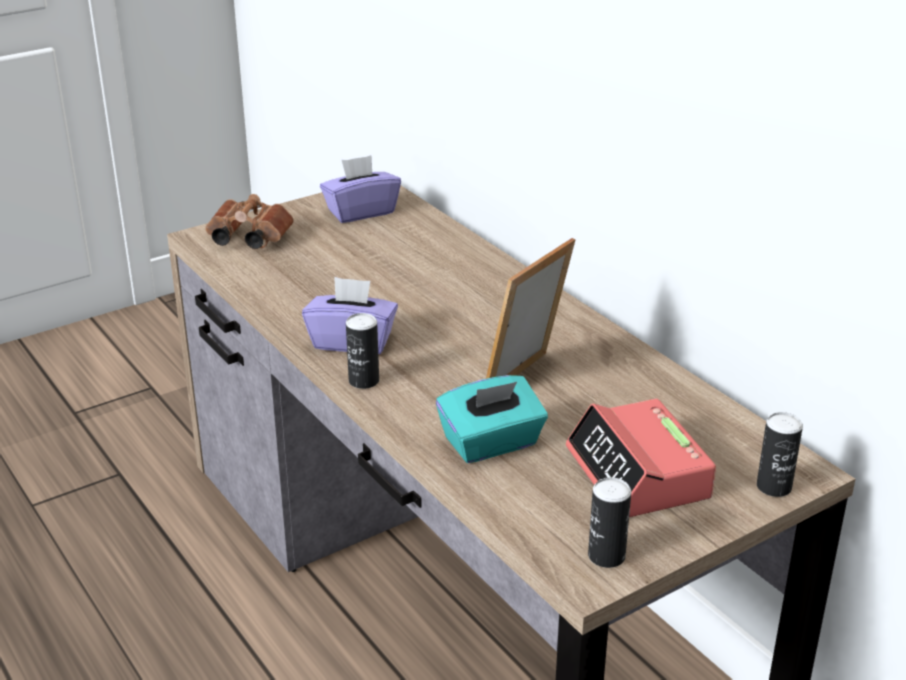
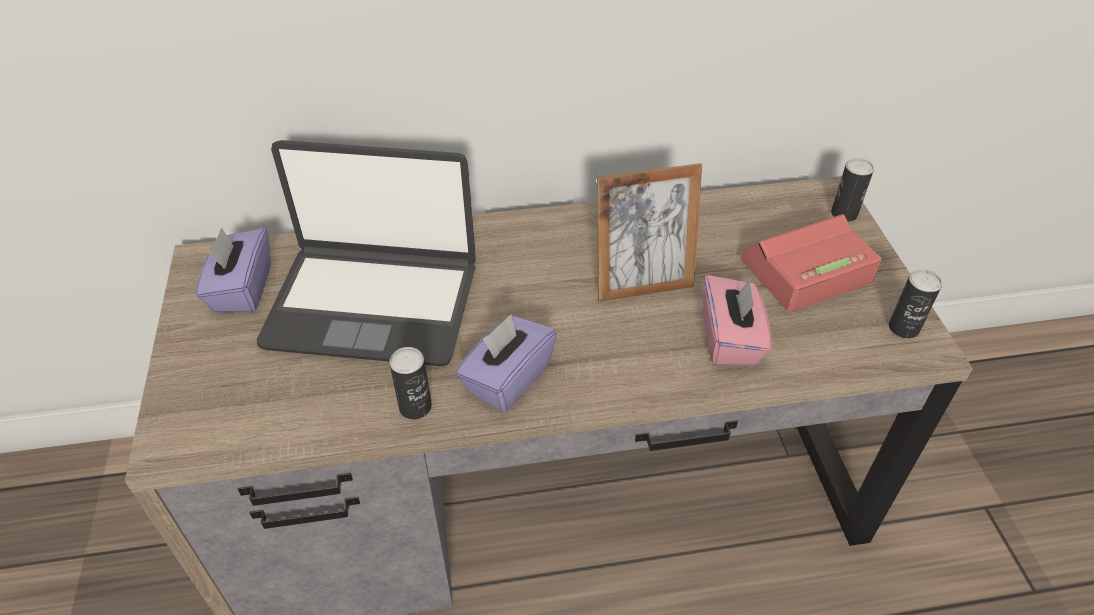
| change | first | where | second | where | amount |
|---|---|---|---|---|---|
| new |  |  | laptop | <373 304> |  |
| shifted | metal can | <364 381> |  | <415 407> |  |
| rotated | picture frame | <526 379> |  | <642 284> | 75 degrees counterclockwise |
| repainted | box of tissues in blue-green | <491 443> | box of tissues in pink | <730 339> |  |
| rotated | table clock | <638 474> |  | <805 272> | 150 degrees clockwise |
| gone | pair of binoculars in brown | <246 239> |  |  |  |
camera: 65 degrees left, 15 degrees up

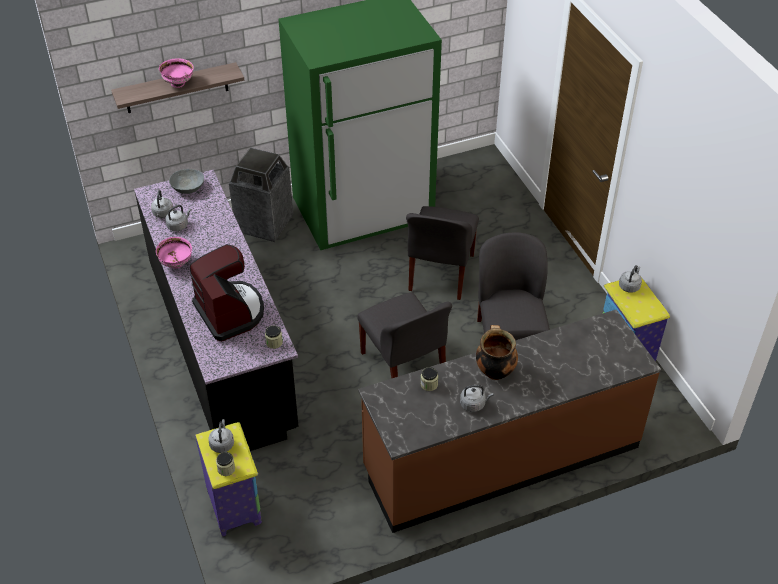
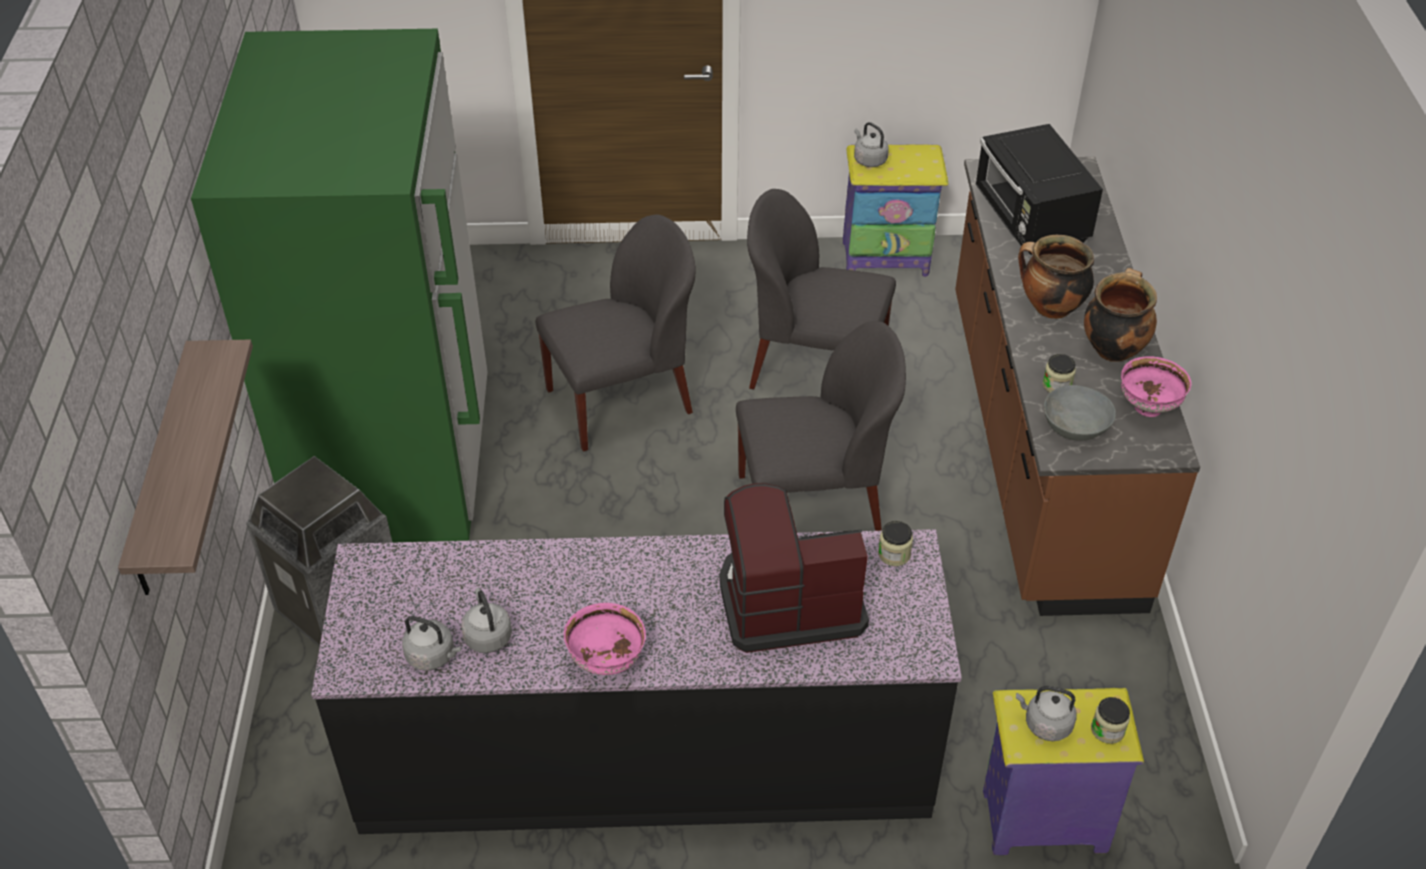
| change | first | where | second | where | amount |
|---|---|---|---|---|---|
| rotated | upright chair in grey | <440 274> |  | <622 401> | 60 degrees counterclockwise |
| new |  |  | kitchen microwave in black-coloured | <1030 220> |  |
| shifted | deep dish in grey | <188 189> |  | <1076 427> |  |
| swapped | kettle in grey | <474 404> | cooking pot | <1112 348> |  |
| shifted | deep dish in pink | <178 83> |  | <1147 407> |  |
camera: 70 degrees left, 0 degrees up

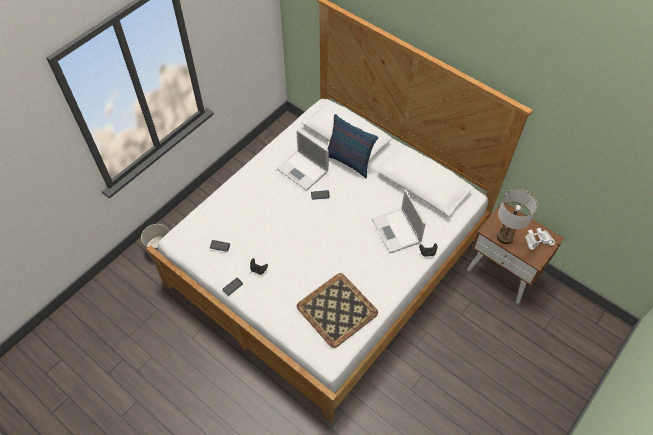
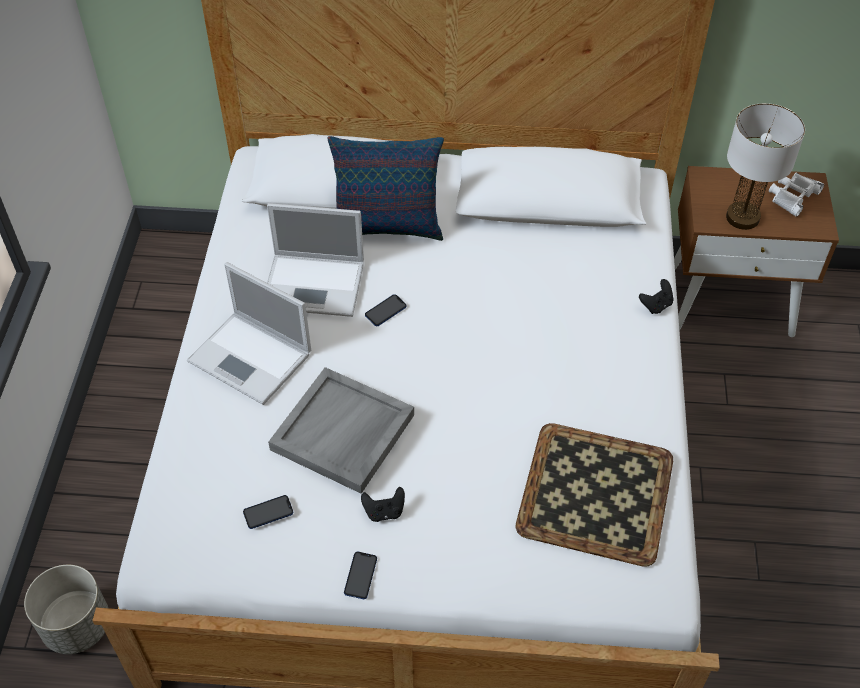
| change | first | where | second | where | amount |
|---|---|---|---|---|---|
| shifted | laptop | <397 231> |  | <252 358> |  |
| new |  |  | serving tray in grey | <343 433> |  |
camera: 35 degrees left, 5 degrees down

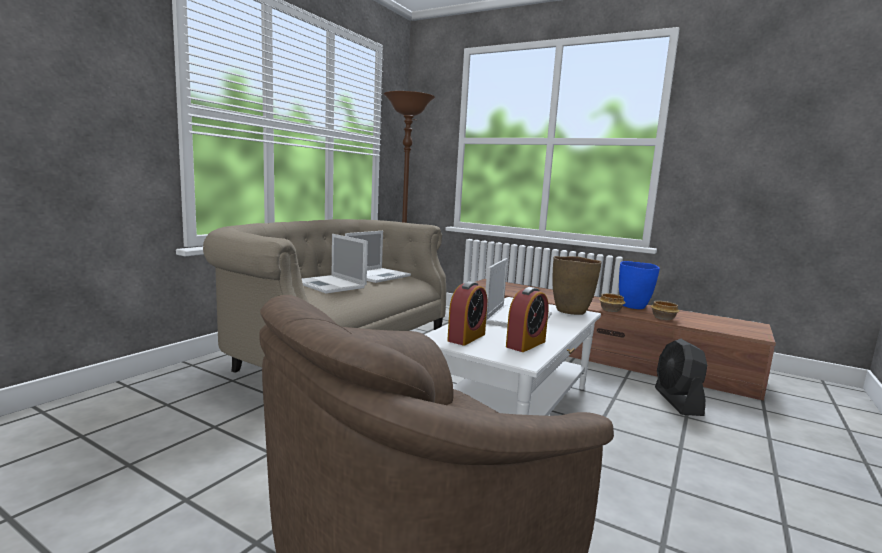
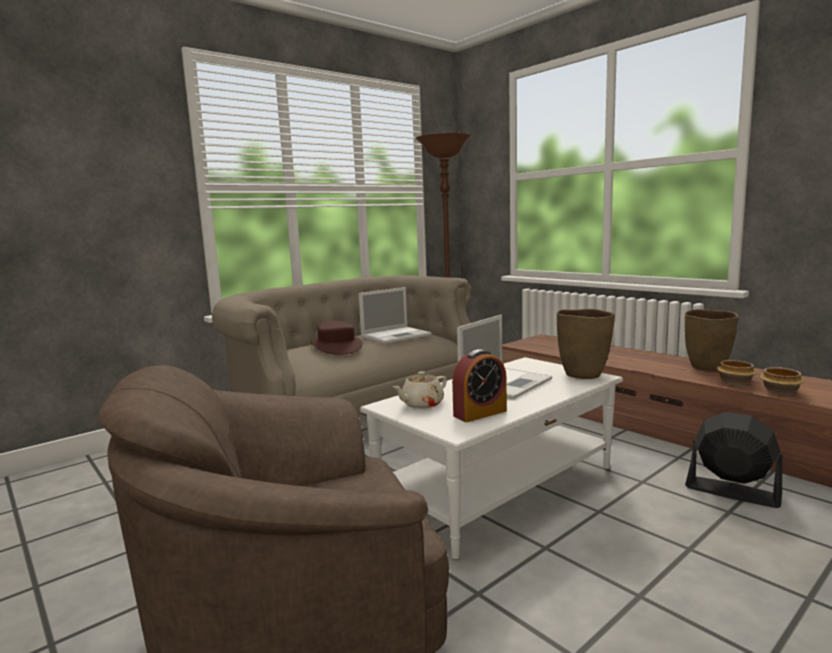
| change | first | where | second | where | amount |
|---|---|---|---|---|---|
| swapped | laptop | <330 285> | hat in brown | <336 347> |  |
| swapped | table clock | <466 337> | teapot in beige-coloured | <421 404> |  |
| repainted | decorative vase in bluish | <634 306> | decorative vase in brown | <708 367> |  |
| rotated | cooling fan in black-coloured | <677 401> |  | <731 491> | 105 degrees clockwise |
| shifted | deep dish | <611 310> |  | <781 392> |  |
camera: 20 degrees right, 0 degrees up

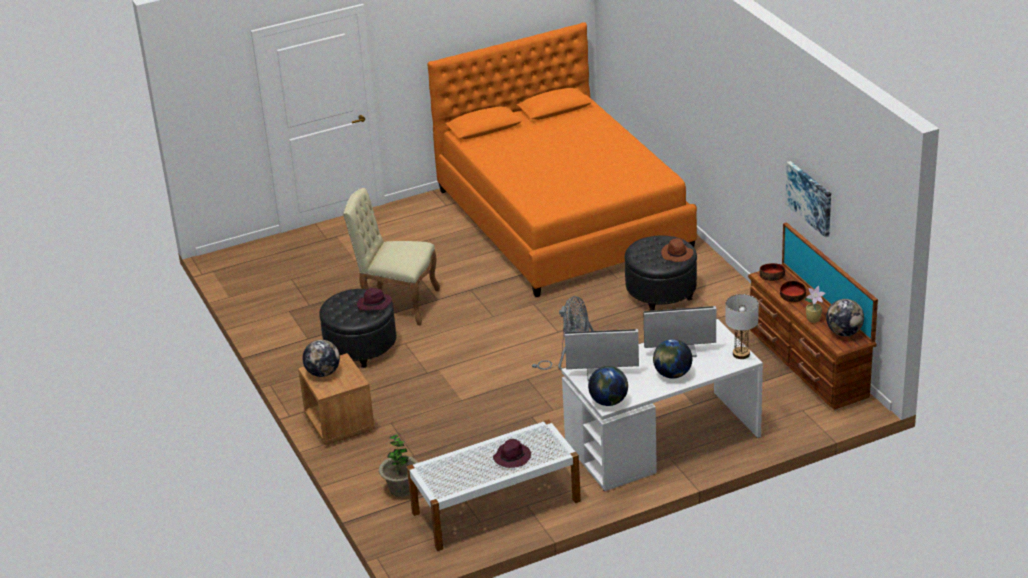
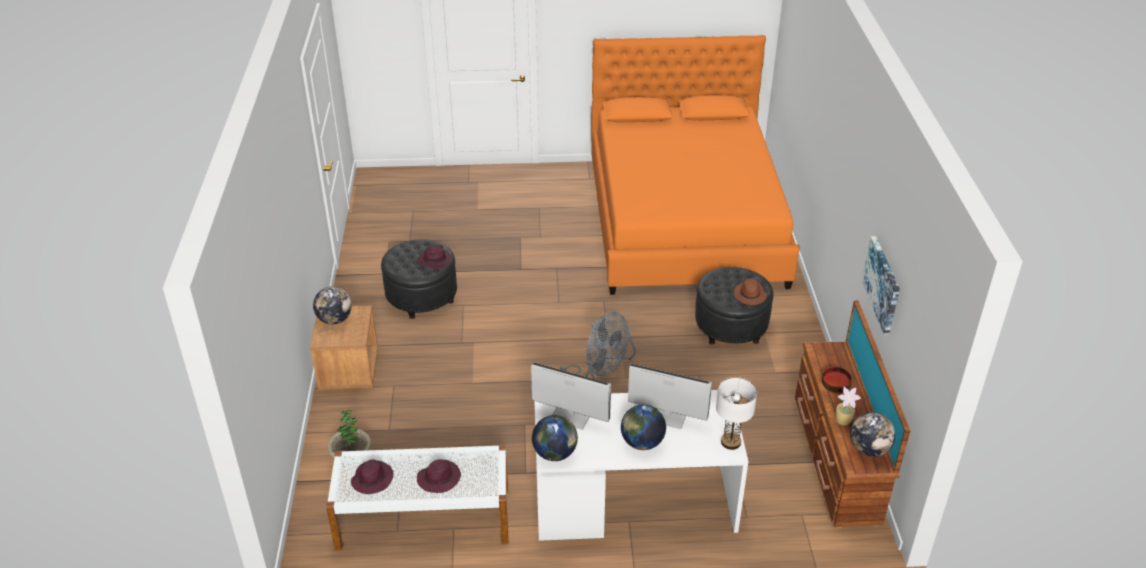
| change | first | where | second | where | amount |
|---|---|---|---|---|---|
| new |  |  | hat in purplish | <372 479> |  |
| gone | upright chair in beige-coloured | <398 303> |  |  |  |
| gone | deep dish | <772 276> |  |  |  |
camera: 20 degrees right, 5 degrees up

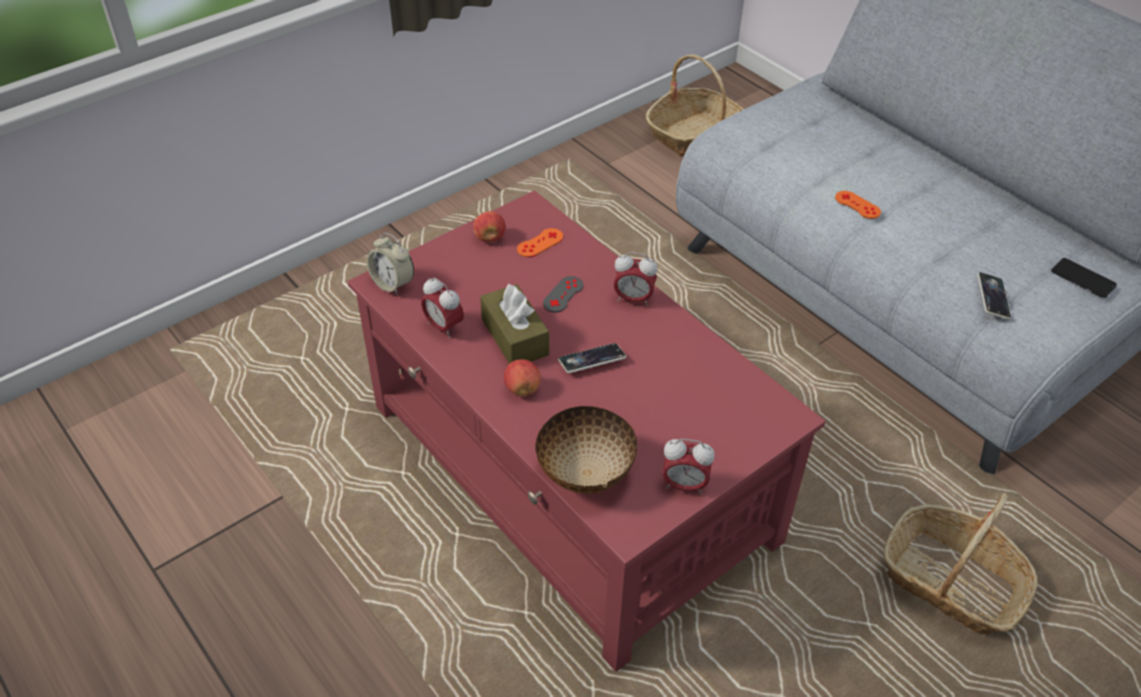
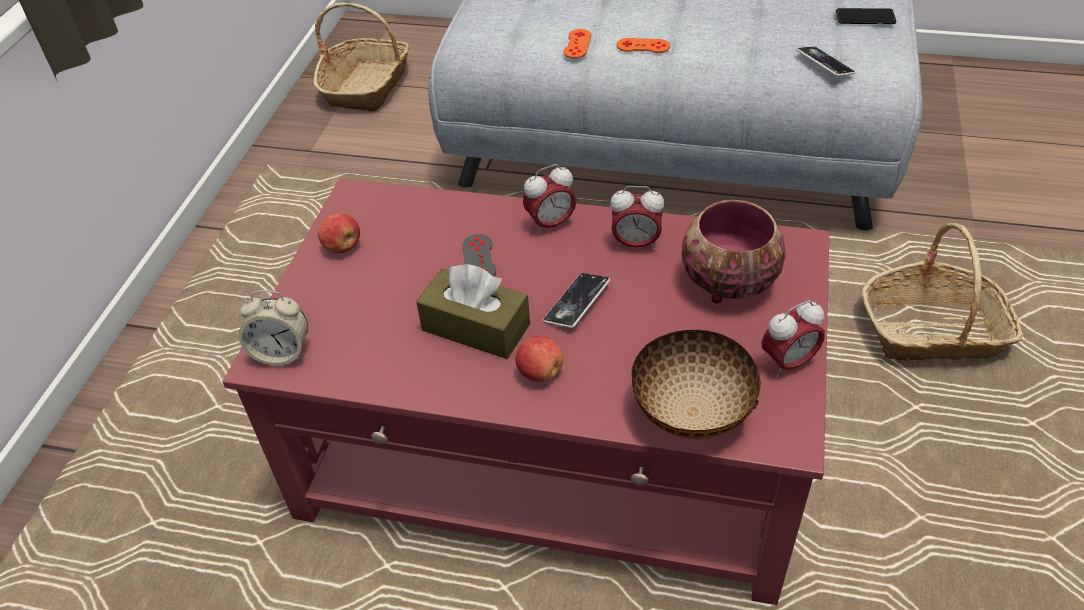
| change | first | where | second | where | amount |
|---|---|---|---|---|---|
| shifted | gamepad in orange-coloured | <540 243> |  | <577 44> |  |
| shifted | table clock | <444 327> |  | <635 244> |  |
| new |  |  | deep dish | <726 282> |  |
camera: 35 degrees left, 0 degrees up

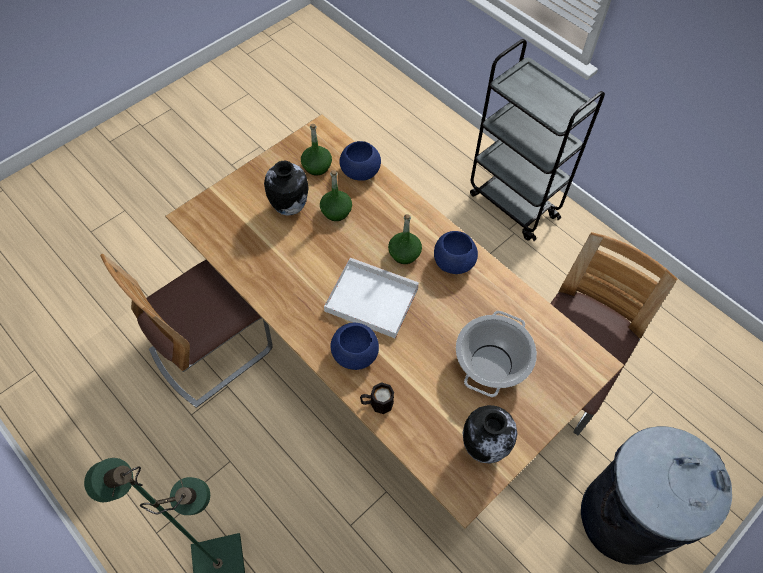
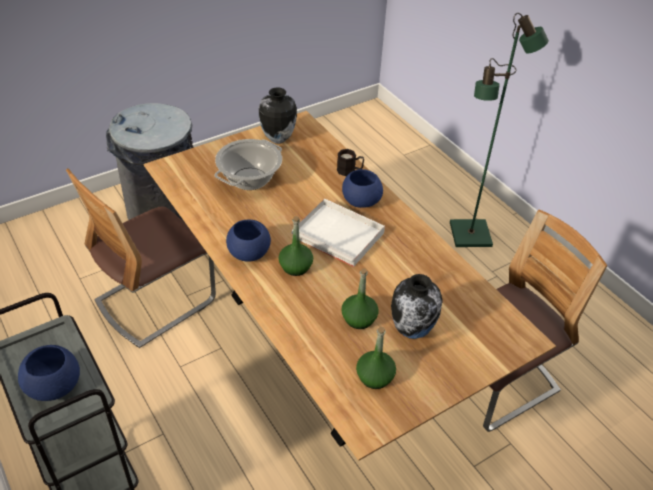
| change | first | where | second | where | amount |
|---|---|---|---|---|---|
| shifted | deep dish in bluish | <359 171> |  | <55 386> |  |
camera: 170 degrees left, 15 degrees down

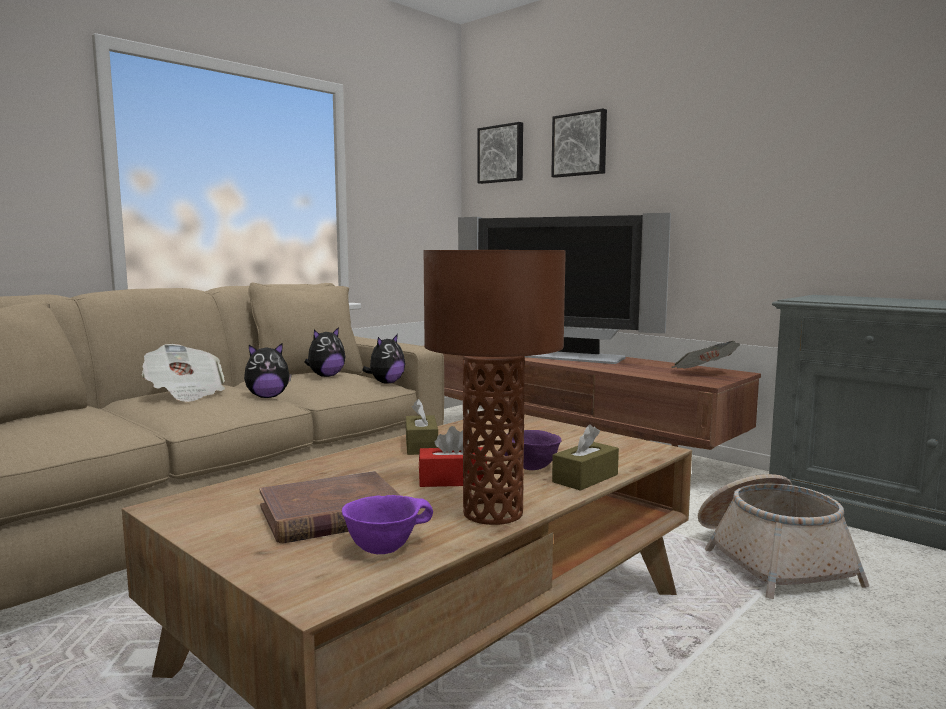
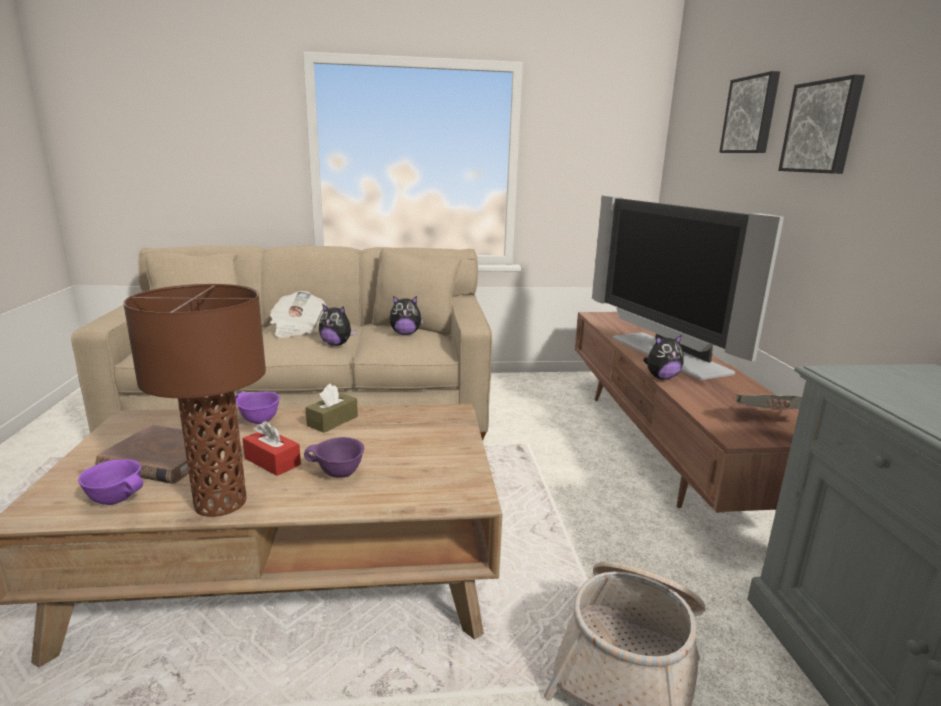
| change | first | where | second | where | amount |
|---|---|---|---|---|---|
| new |  |  | deep dish in purplish | <258 421> |  |
| shifted | cuddly toy | <386 383> |  | <661 377> |  |
| shifted | picture | <501 154> |  | <822 127> |  |
| gone | box of tissues in brown | <585 478> |  |  |  |
camera: 40 degrees right, 10 degrees up

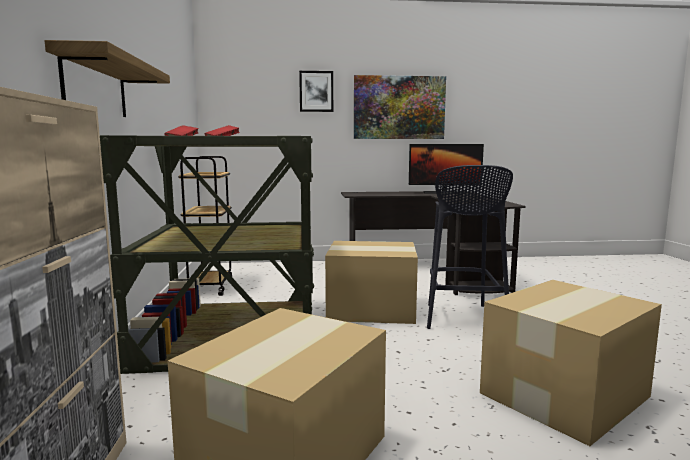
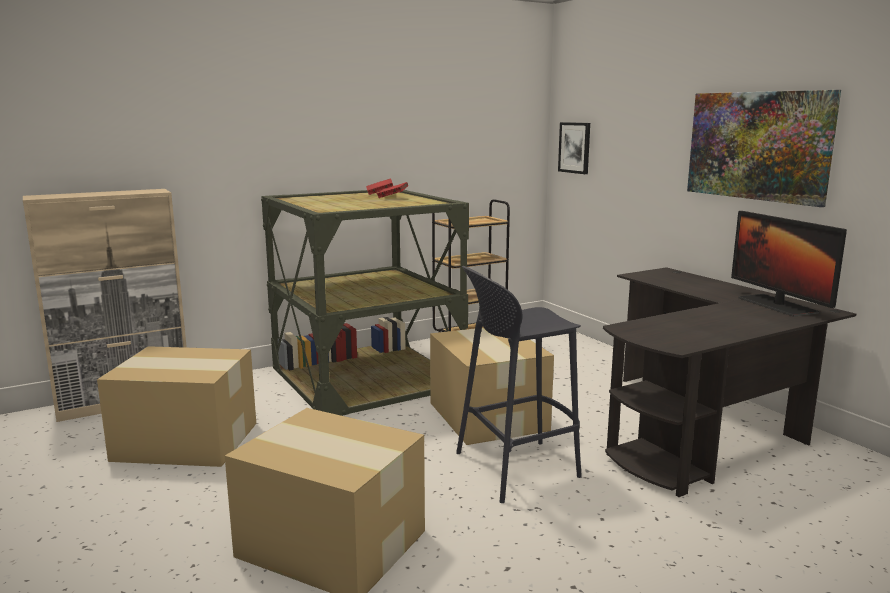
| change | first | where | second | where | amount |
|---|---|---|---|---|---|
| shifted | picture | <316 91> |  | <575 147> |  |
| gone | bracket shelf | <95 86> |  |  |  |
camera: 65 degrees right, 5 degrees up

